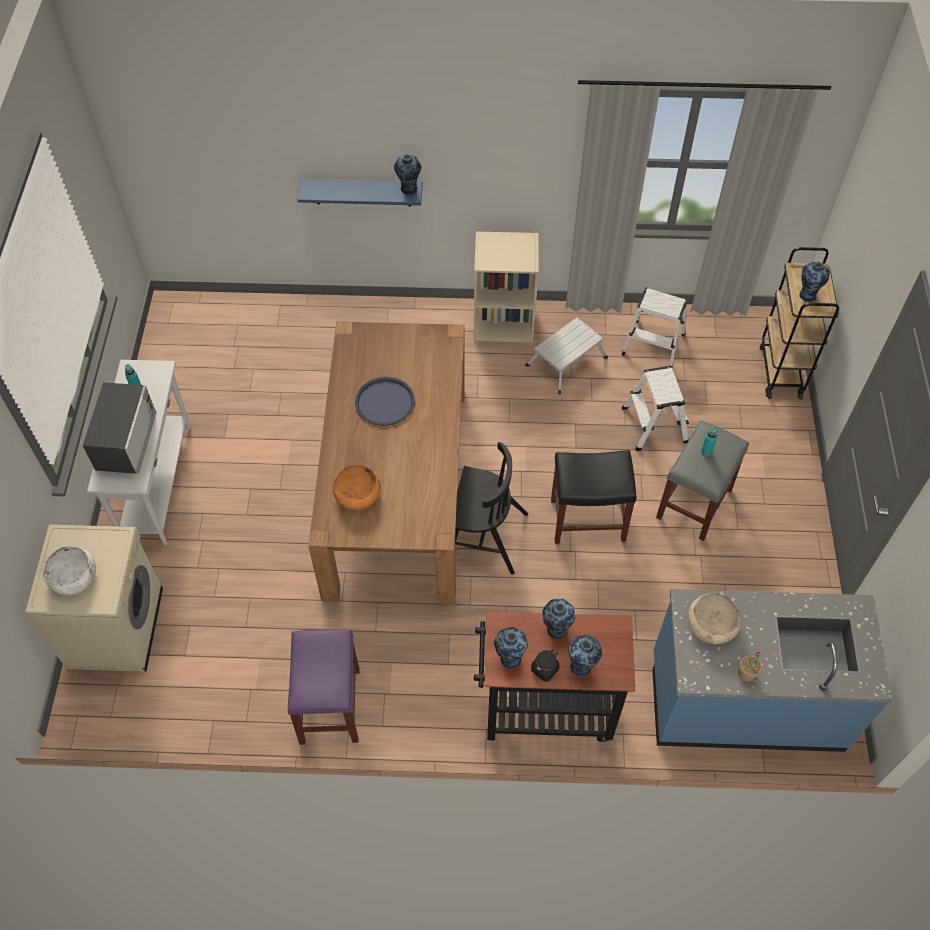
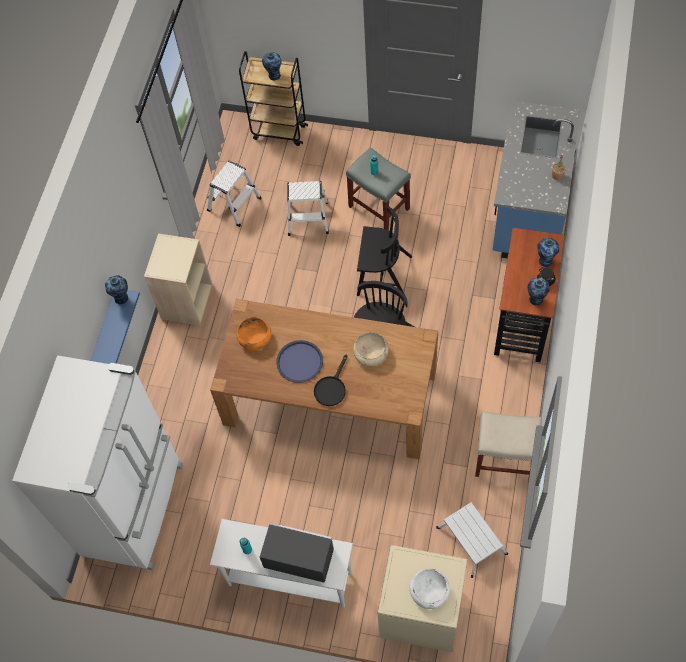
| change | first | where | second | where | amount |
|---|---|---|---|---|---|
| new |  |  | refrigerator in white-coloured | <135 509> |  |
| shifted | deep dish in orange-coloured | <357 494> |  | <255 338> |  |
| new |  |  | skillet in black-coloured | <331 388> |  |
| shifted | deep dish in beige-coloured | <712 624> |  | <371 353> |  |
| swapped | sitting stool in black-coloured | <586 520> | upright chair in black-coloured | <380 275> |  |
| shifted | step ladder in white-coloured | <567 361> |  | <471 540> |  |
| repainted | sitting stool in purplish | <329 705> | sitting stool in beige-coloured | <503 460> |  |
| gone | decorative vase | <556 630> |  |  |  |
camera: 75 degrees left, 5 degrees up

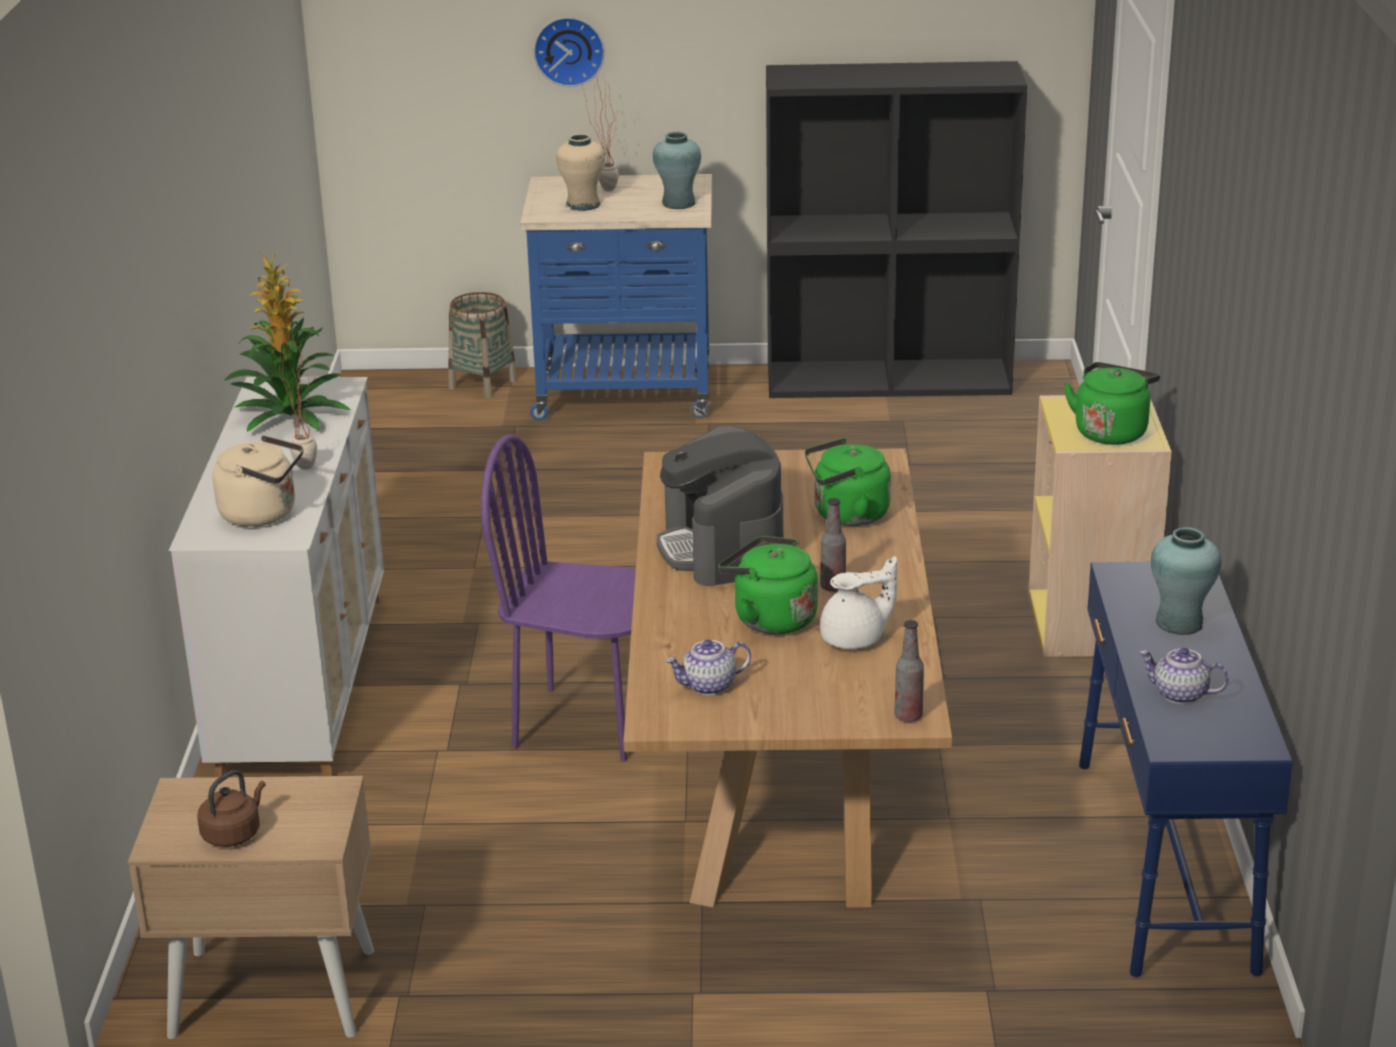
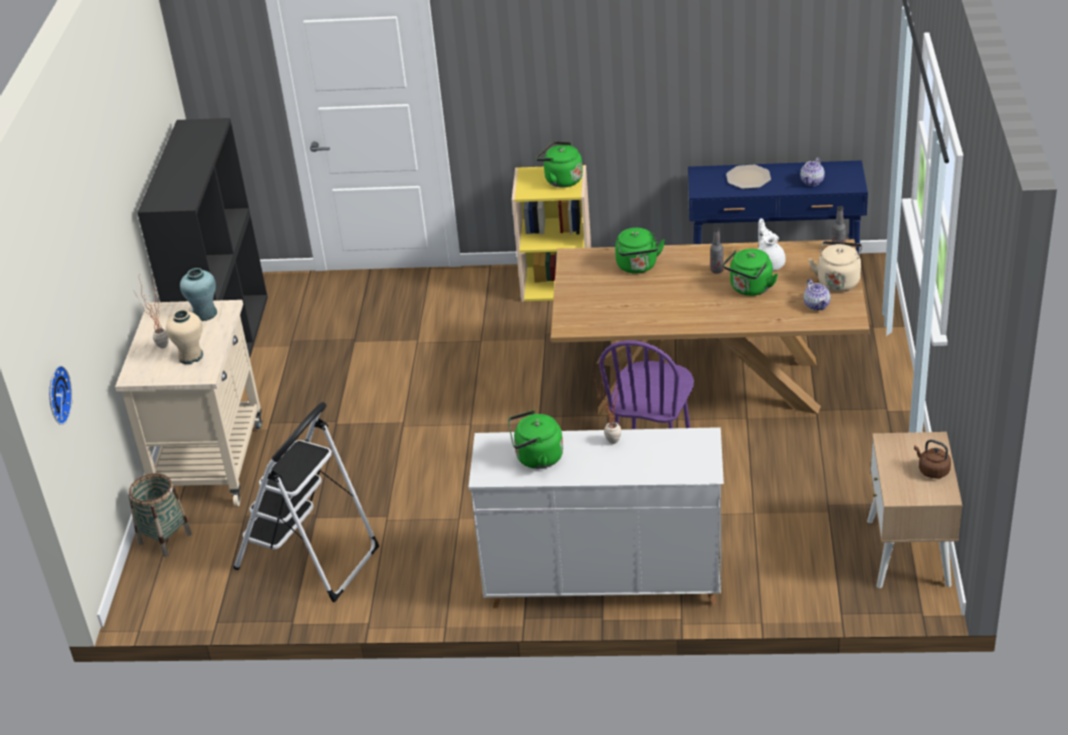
| change | first | where | second | where | amount |
|---|---|---|---|---|---|
| shifted | clock on the wall | <569 50> |  | <56 395> |  |
| repainted | cart in bluish | <625 395> | cart in beige-coloured | <210 464> |  |
| new |  |  | step ladder | <309 559> |  |
| swapped | potted plant | <288 415> | kettle in green-coloured | <536 458> |  |
| swapped | decorative vase in blue-green | <1179 622> | flat dish | <748 178> |  |
| shifted | kettle in beige-coloured | <263 514> |  | <838 281> |  |
| gone | coffee machine | <722 549> |  |  |  |
camera: 85 degrees left, 10 degrees up

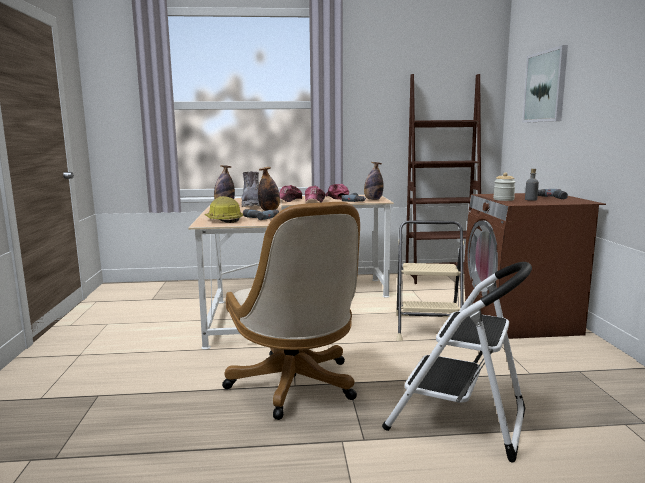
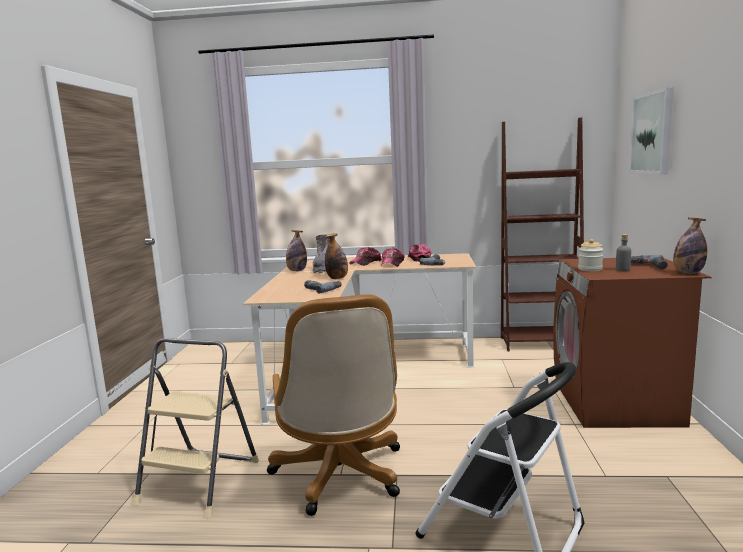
| change | first | where | second | where | amount |
|---|---|---|---|---|---|
| shifted | step ladder in beige-coloured | <428 326> |  | <202 479> |  |
| shifted | beverage bottle | <373 199> |  | <688 273> |  |
| gone | safety helmet | <223 220> |  |  |  |
camera: 10 degrees right, 0 degrees up

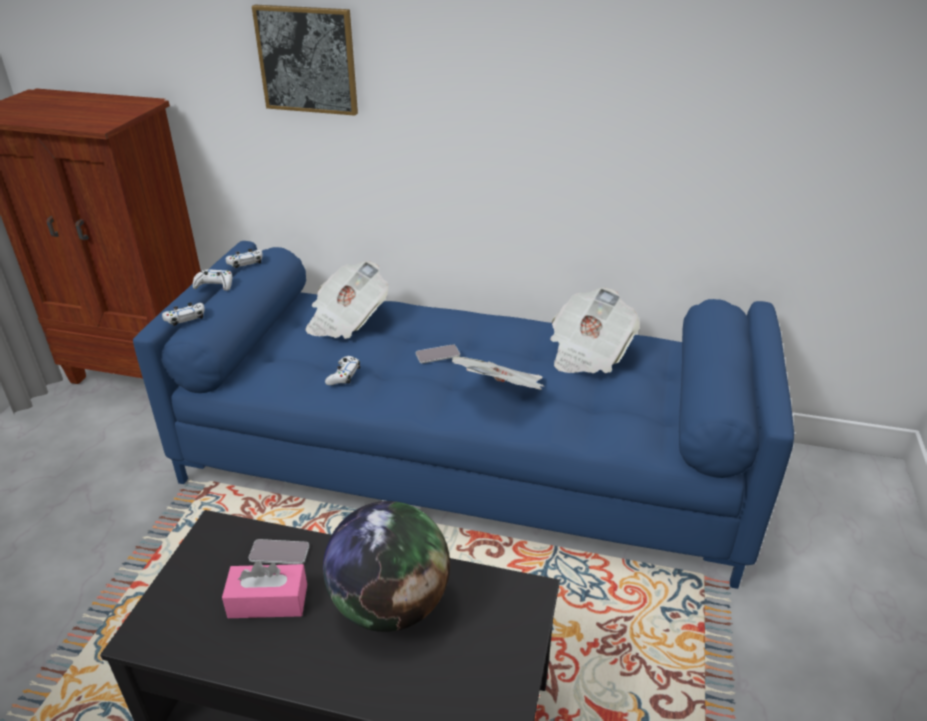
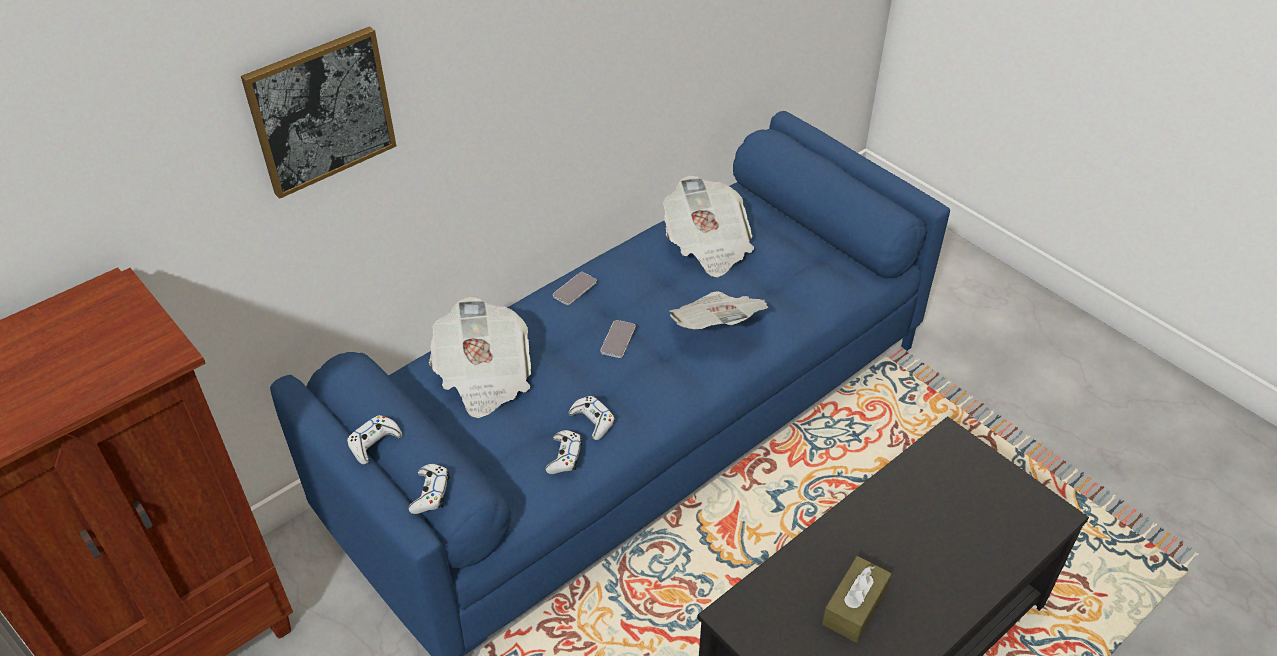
| change | first | where | second | where | amount |
|---|---|---|---|---|---|
| shifted | gamepad in white-coloured | <246 263> |  | <564 456> |  |
| shifted | phone | <279 553> |  | <575 289> |  |
| repainted | box of tissues in pink | <268 601> | box of tissues in brown | <854 607> |  |
| gone | desk globe | <390 605> |  |  |  |
camera: 55 degrees left, 10 degrees up

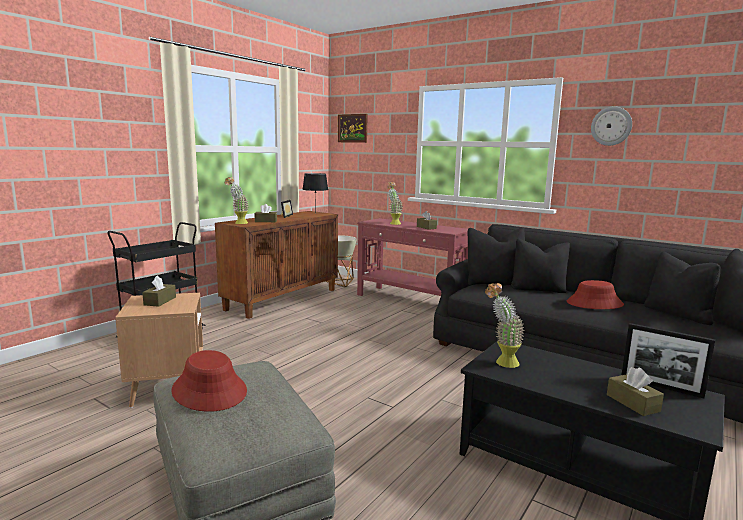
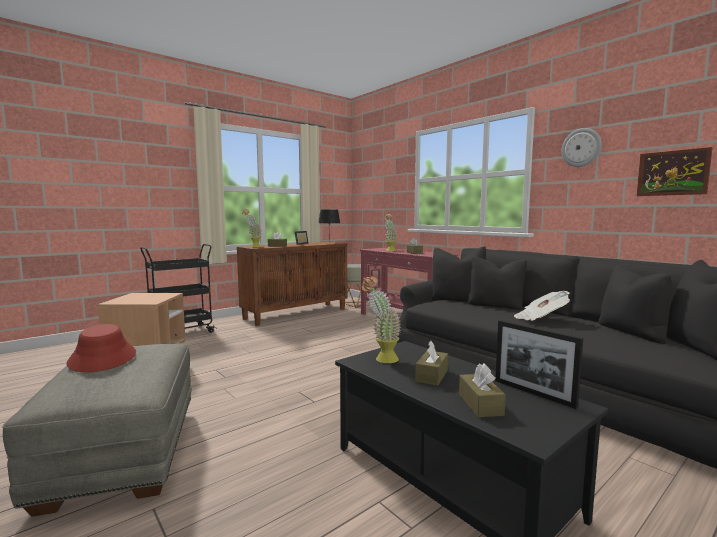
| change | first | where | second | where | amount |
|---|---|---|---|---|---|
| shifted | box of tissues in brown | <160 301> |  | <432 376> |  |
| swapped | hat in red-coloured | <594 304> | daily paper | <540 319> |  |
| shifted | picture | <352 128> |  | <672 173> |  |
camera: 15 degrees right, 5 degrees down

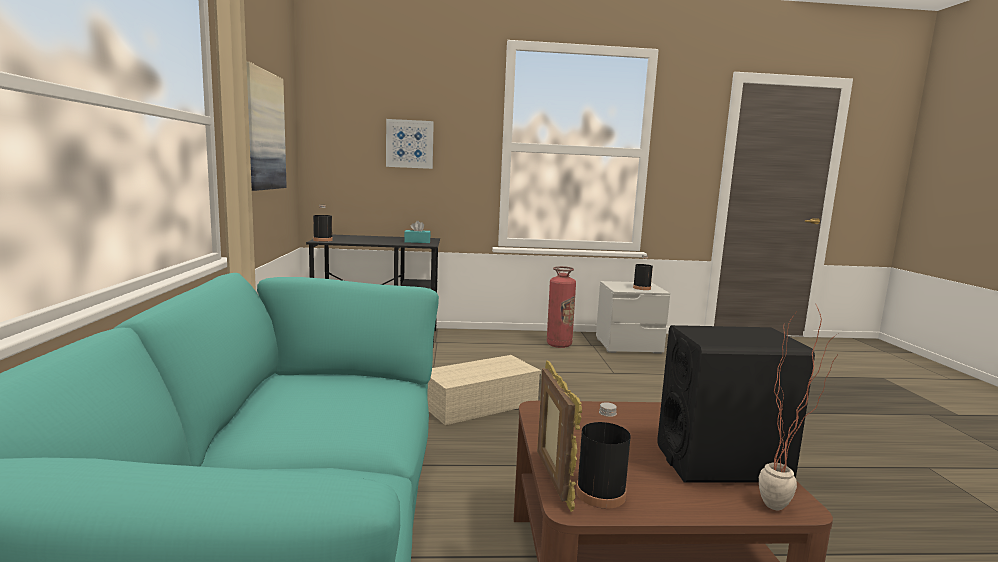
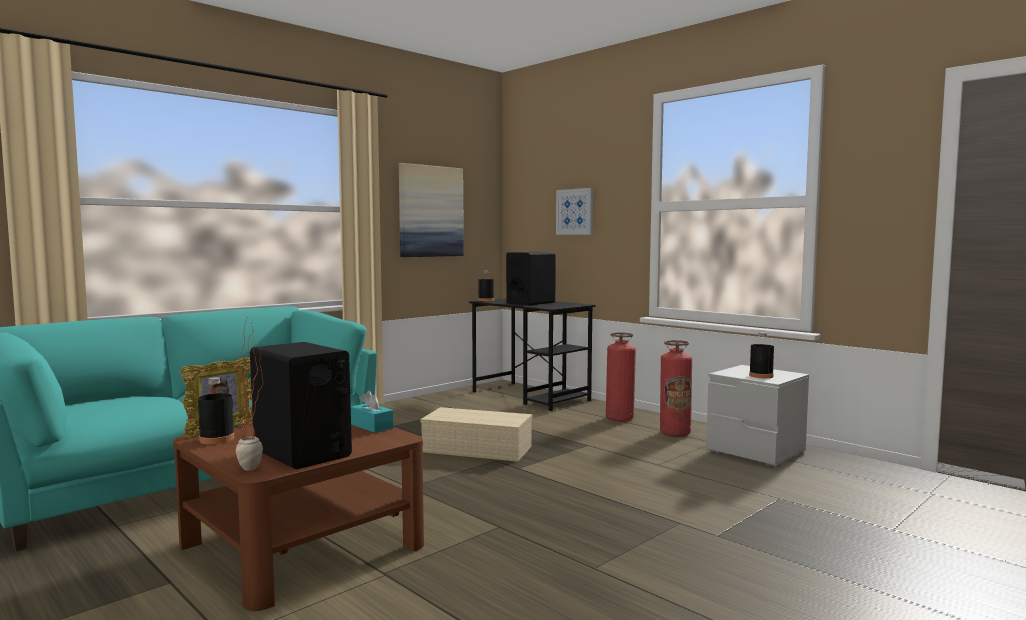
| change | first | where | second | where | amount |
|---|---|---|---|---|---|
| shifted | box of tissues in blue-green | <417 242> |  | <372 426> |  |
| new |  |  | loudspeaker in black-coloured | <531 303> |  |
| new |  |  | fire-fighting cylinder | <619 418> |  |
camera: 50 degrees right, 5 degrees down

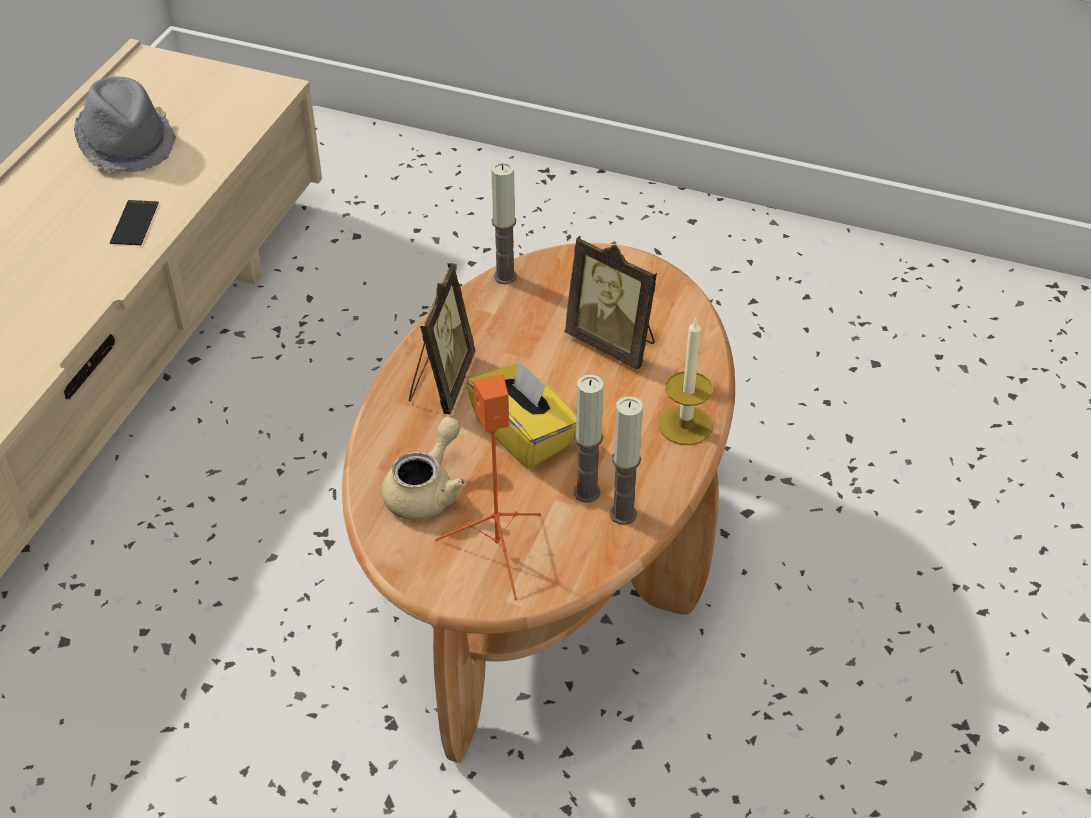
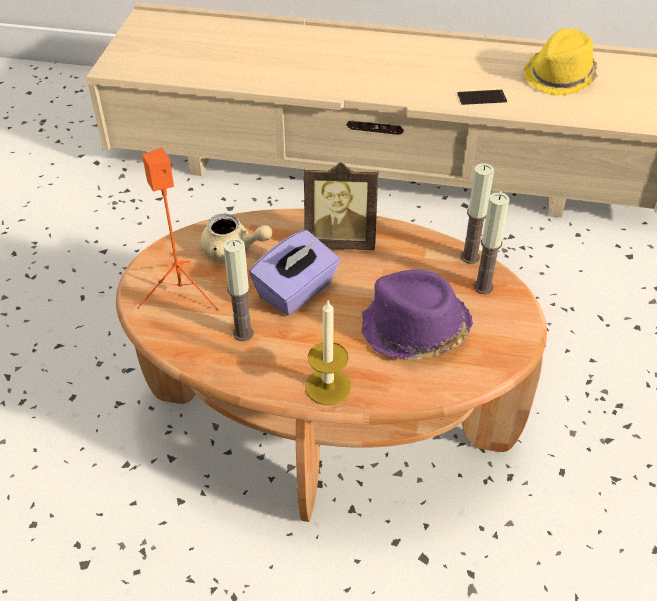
| change | first | where | second | where | amount |
|---|---|---|---|---|---|
| repainted | box of tissues in yellowish | <524 434> | box of tissues in purplish | <296 291> |  |
| swapped | picture frame | <613 343> | hat in purplish | <414 330> |  |
| shifted | wax candle | <623 514> |  | <483 287> |  |
| repainted | hat in grey | <127 143> | hat in yellowish | <560 77> |  |
camera: 80 degrees right, 0 degrees up

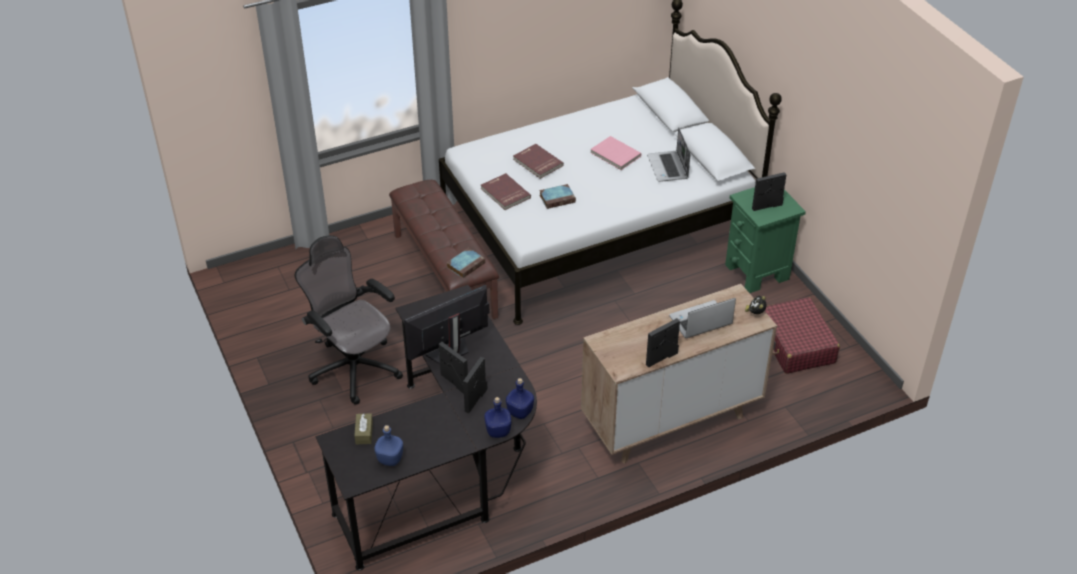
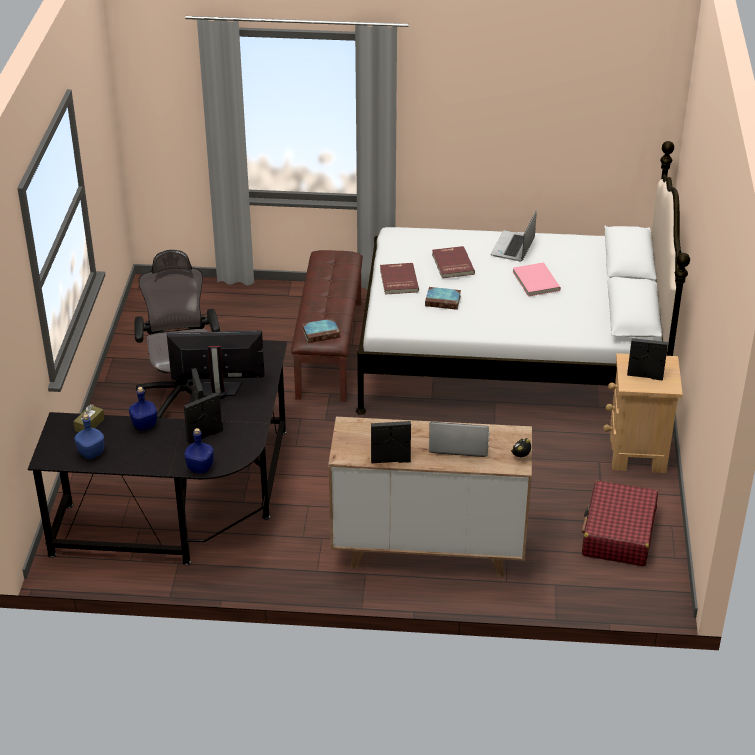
| change | first | where | second | where | amount |
|---|---|---|---|---|---|
| shifted | beverage bottle in bluish | <519 412> |  | <144 425> |  |
| shifted | laptop | <668 167> |  | <513 248> |  |
| repainted | bedside table in green-coloured | <756 272> | bedside table in beige-coloured | <636 454> |  |
camera: 30 degrees right, 5 degrees down

